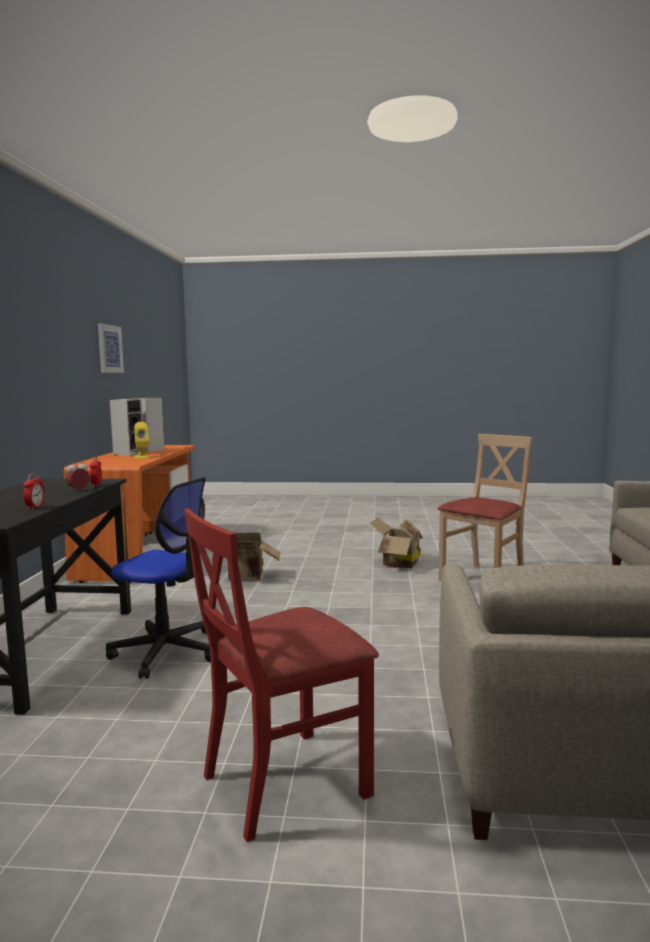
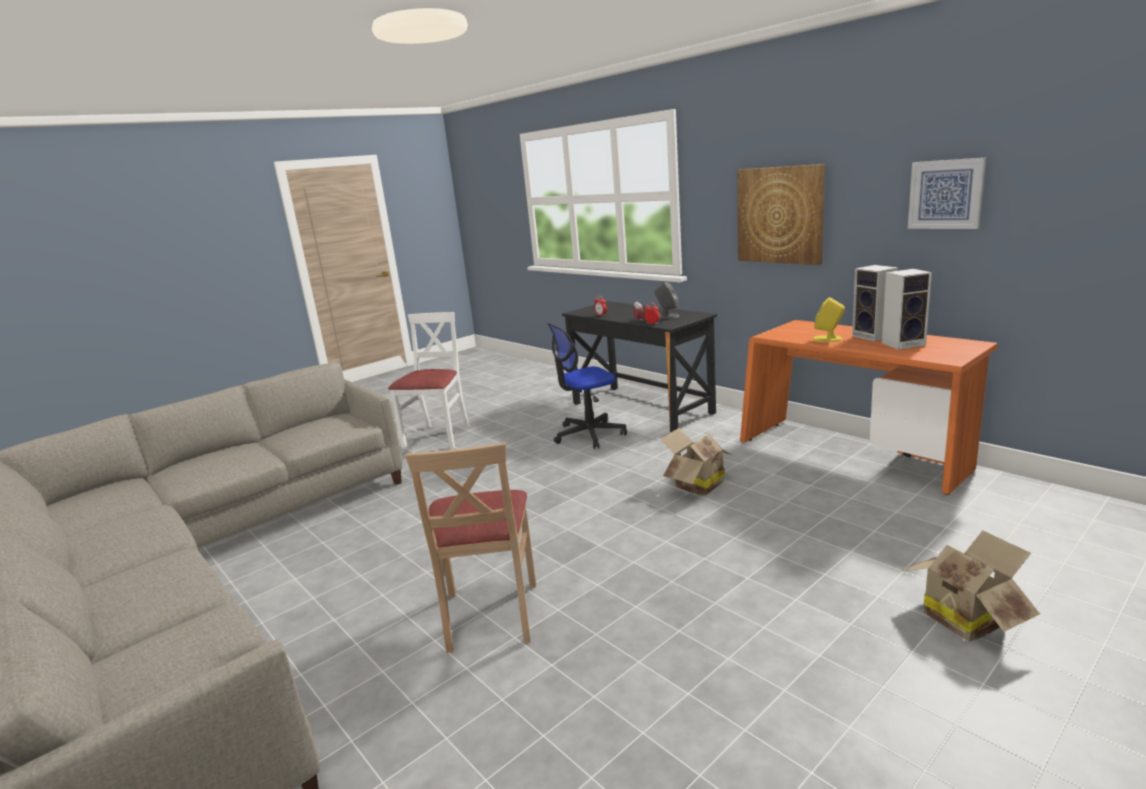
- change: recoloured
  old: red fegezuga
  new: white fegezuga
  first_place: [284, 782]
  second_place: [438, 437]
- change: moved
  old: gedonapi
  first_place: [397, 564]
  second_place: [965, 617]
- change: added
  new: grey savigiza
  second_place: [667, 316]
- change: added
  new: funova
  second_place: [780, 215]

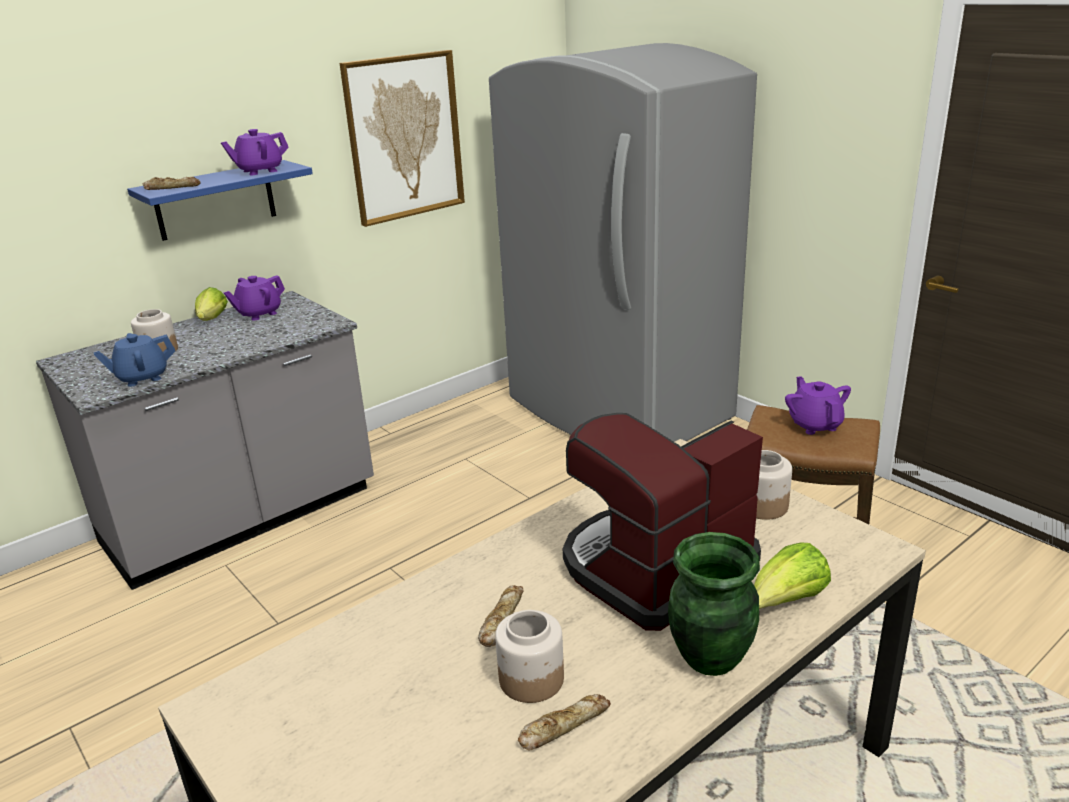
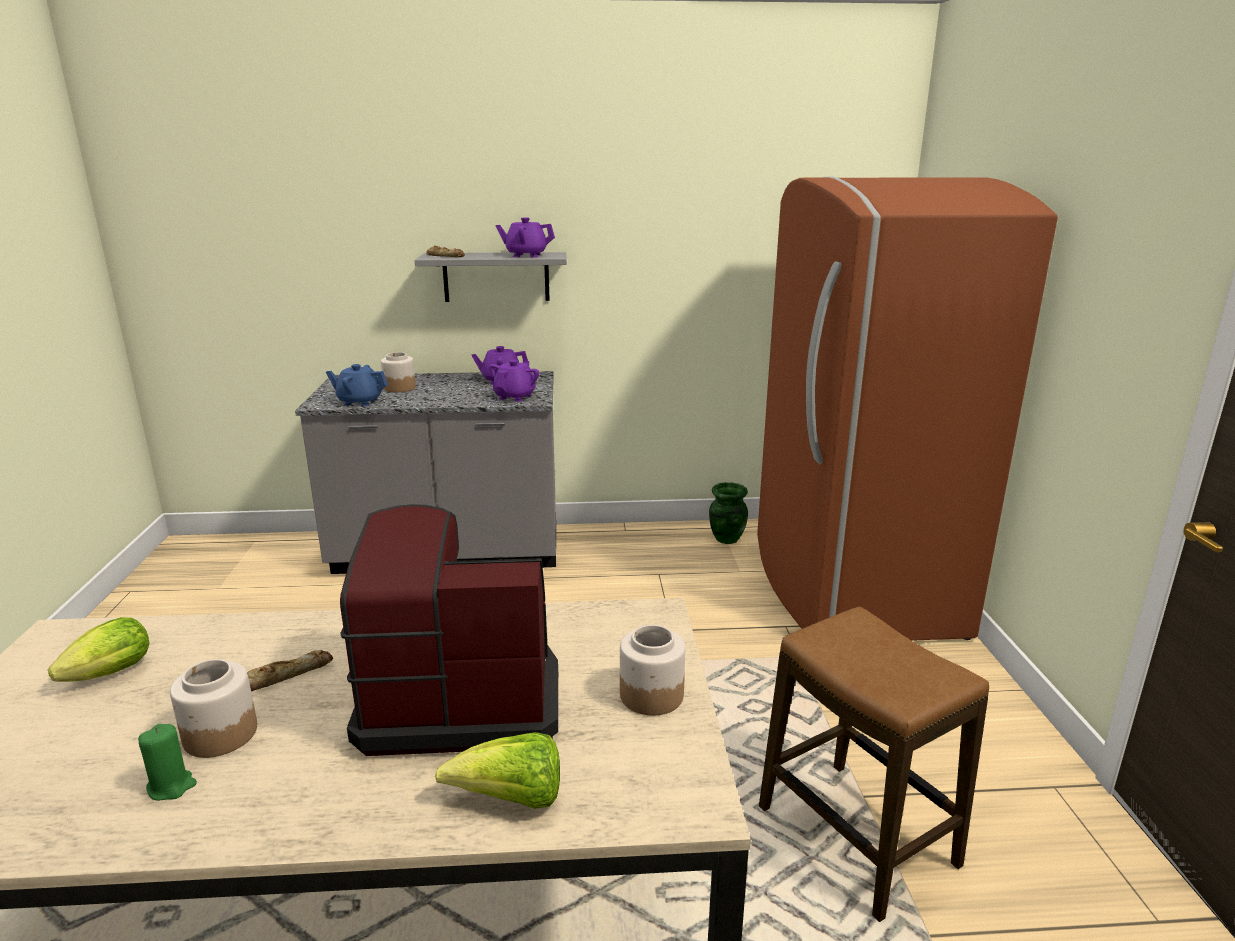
- change: recoloured
  old: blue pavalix
  new: grey pavalix
  first_place: [215, 200]
  second_place: [496, 277]
- change: moved
  old: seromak
  first_place: [211, 320]
  second_place: [105, 676]
- change: removed
  old: funova
  first_place: [404, 137]
- change: recoloured
  old: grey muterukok
  new: brown muterukok
  first_place: [617, 410]
  second_place: [850, 585]
- change: replaced
  old: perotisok
  new: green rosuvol
  first_place: [563, 726]
  second_place: [171, 786]
- change: moved
  old: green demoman
  first_place: [709, 658]
  second_place: [726, 539]
- change: moved
  old: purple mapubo
  first_place: [814, 425]
  second_place: [515, 397]

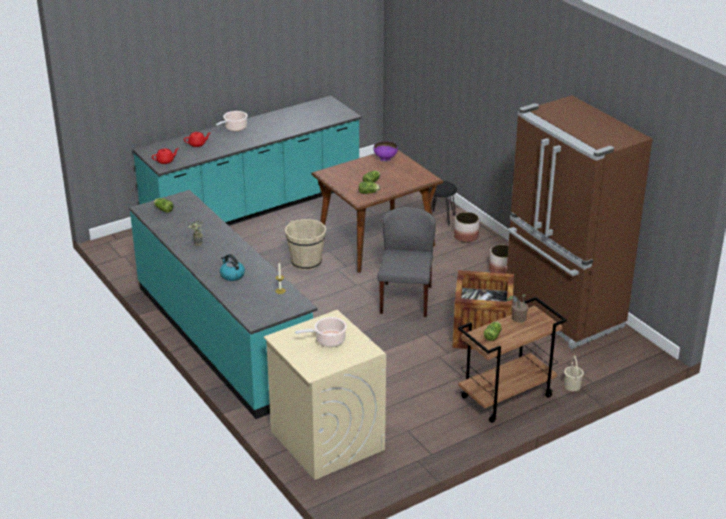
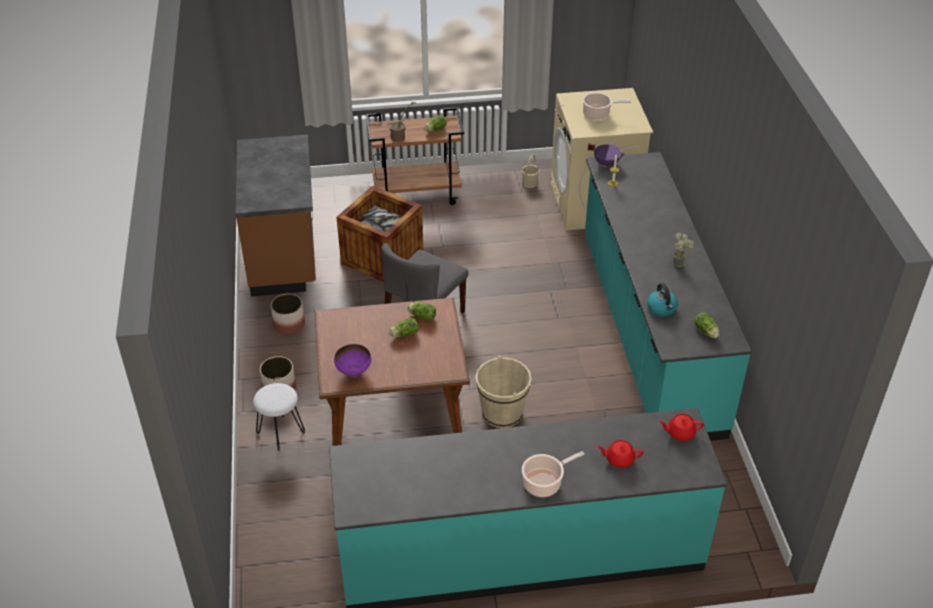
- change: moved
  old: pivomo
  first_place: [232, 275]
  second_place: [662, 308]
- change: recoloured
  old: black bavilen
  new: white bavilen
  first_place: [441, 218]
  second_place: [280, 432]
- change: replaced
  old: brown muterukok
  new: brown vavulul
  first_place: [562, 313]
  second_place: [284, 255]
- change: moved
  old: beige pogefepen
  first_place: [572, 386]
  second_place: [529, 183]
- change: added
  new: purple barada
  second_place: [606, 163]

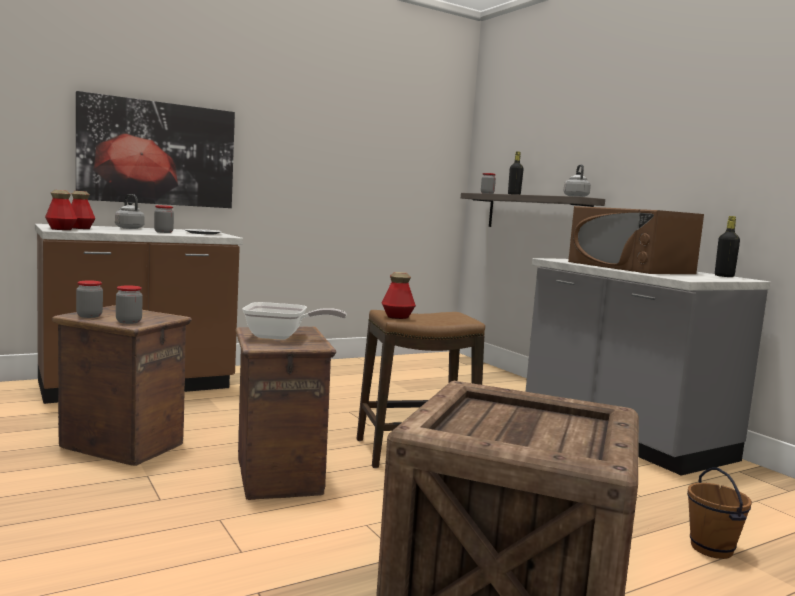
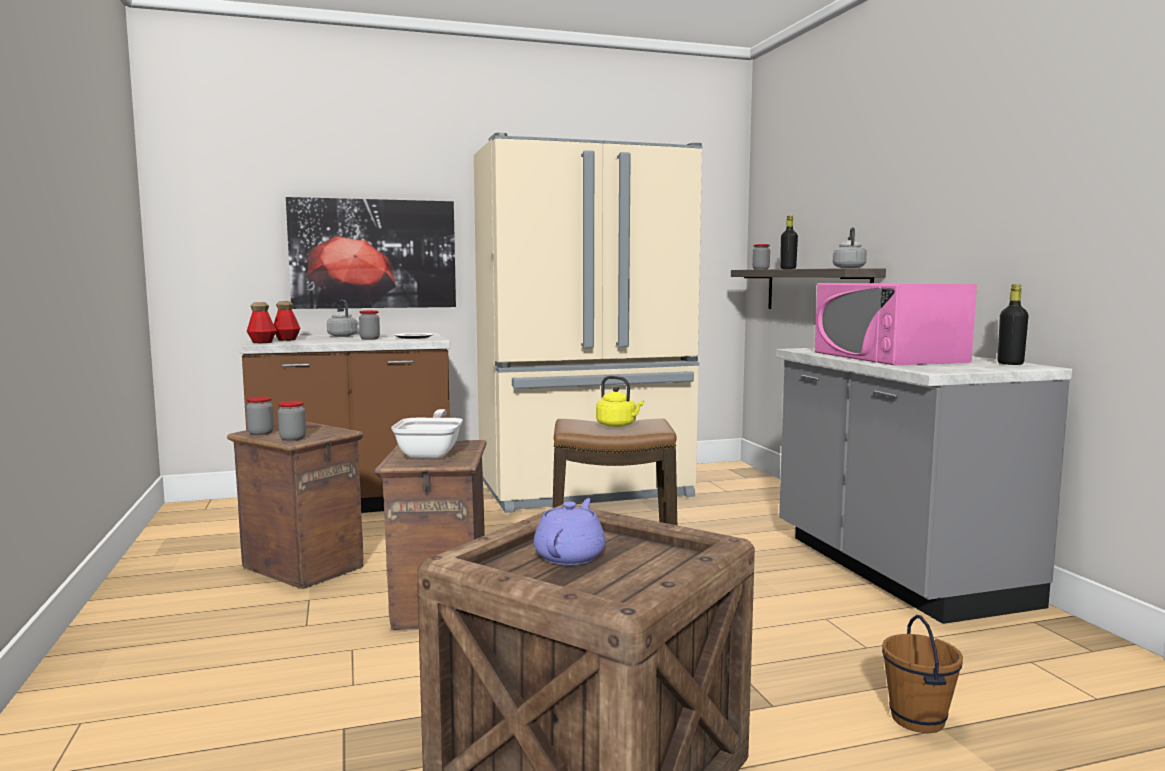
- change: turned
  old: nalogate
  first_place: [281, 337]
  second_place: [431, 453]
  degrees: -105
- change: removed
  old: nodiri
  first_place: [397, 317]
- change: recoloured
  old: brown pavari
  new: pink pavari
  first_place: [629, 267]
  second_place: [888, 357]
- change: added
  new: beige muterukok
  second_place: [586, 490]
- change: added
  new: purple mapubo
  second_place: [570, 556]
- change: added
  new: yellow pivomo
  second_place: [618, 425]

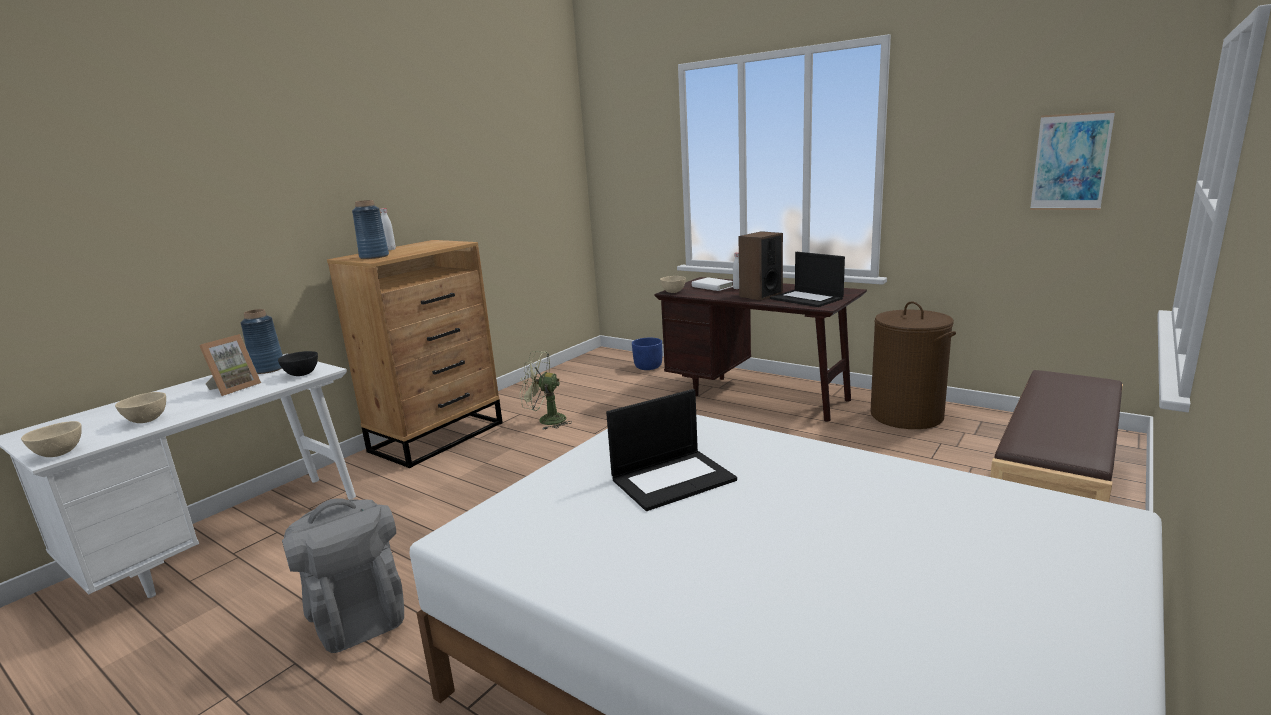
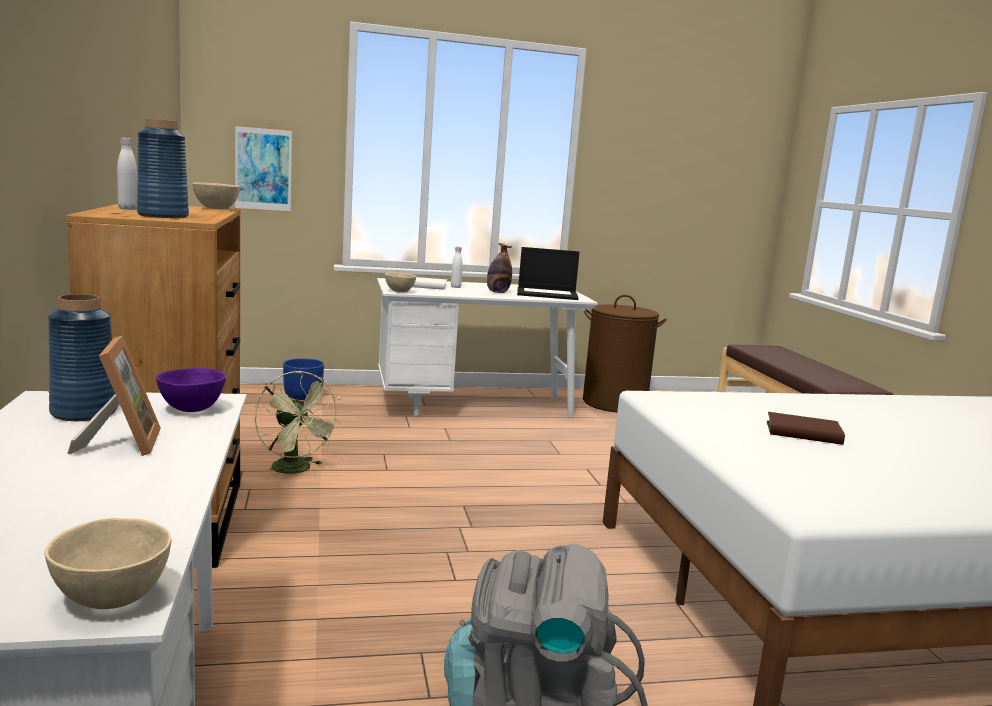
- change: moved
  old: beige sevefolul
  first_place: [147, 420]
  second_place: [216, 208]
- change: recoloured
  old: black sevefolul
  new: purple sevefolul
  first_place: [301, 374]
  second_place: [190, 409]
- change: turned
  old: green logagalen
  first_place: [546, 420]
  second_place: [296, 470]
  degrees: -90
- change: replaced
  old: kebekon
  new: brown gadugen
  first_place: [673, 479]
  second_place: [803, 433]
- change: recoloured
  old: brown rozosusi
  new: white rozosusi
  first_place: [758, 395]
  second_place: [475, 406]
- change: replaced
  old: savigiza
  new: nodiri
  first_place: [760, 295]
  second_place: [497, 292]
- change: moved
  old: funova
  first_place: [1070, 162]
  second_place: [263, 169]

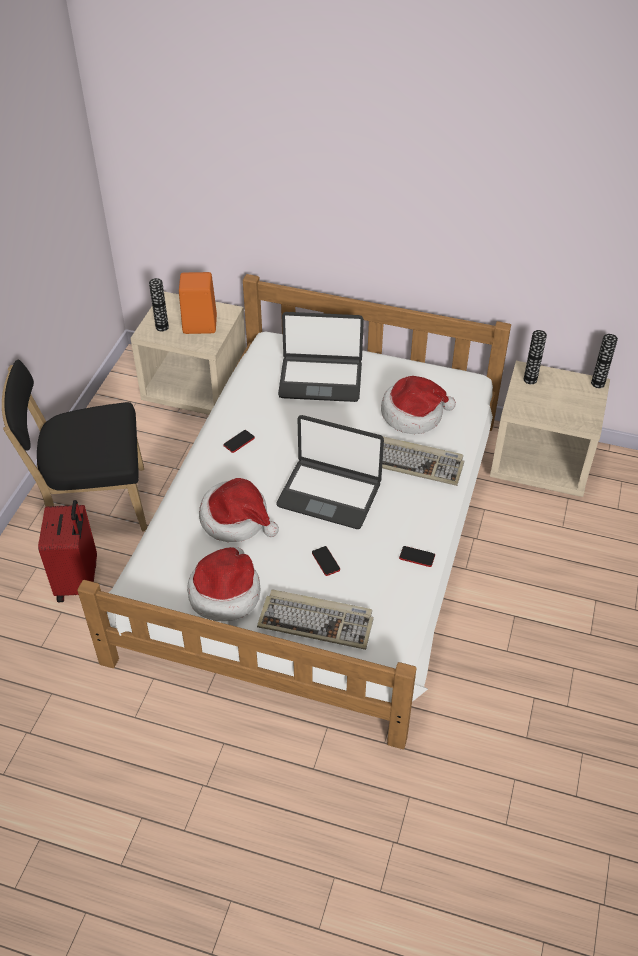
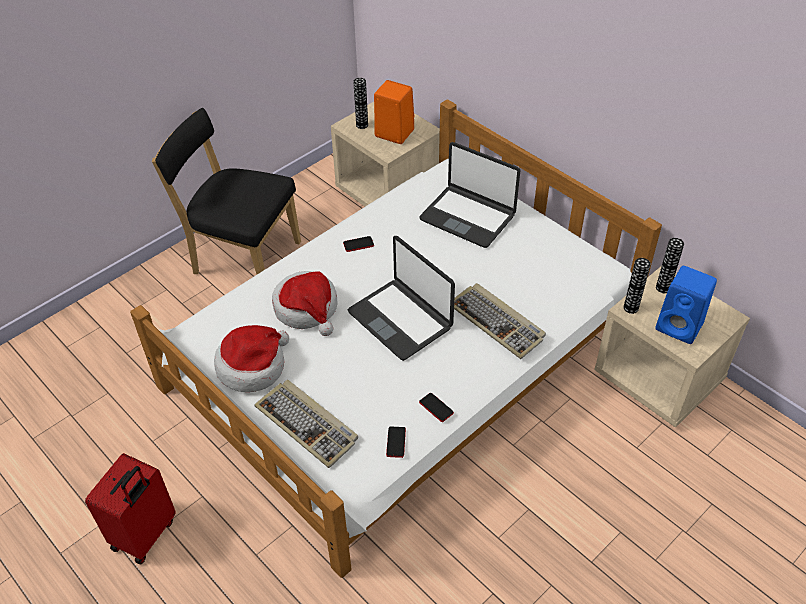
- change: moved
  old: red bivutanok
  first_place: [79, 581]
  second_place: [145, 535]
- change: moved
  old: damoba
  first_place: [325, 561]
  second_place: [396, 442]
- change: removed
  old: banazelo
  first_place: [413, 414]
- change: moved
  old: demoman
  first_place: [598, 383]
  second_place: [631, 308]
- change: added
  new: blue savigiza
  second_place: [680, 327]

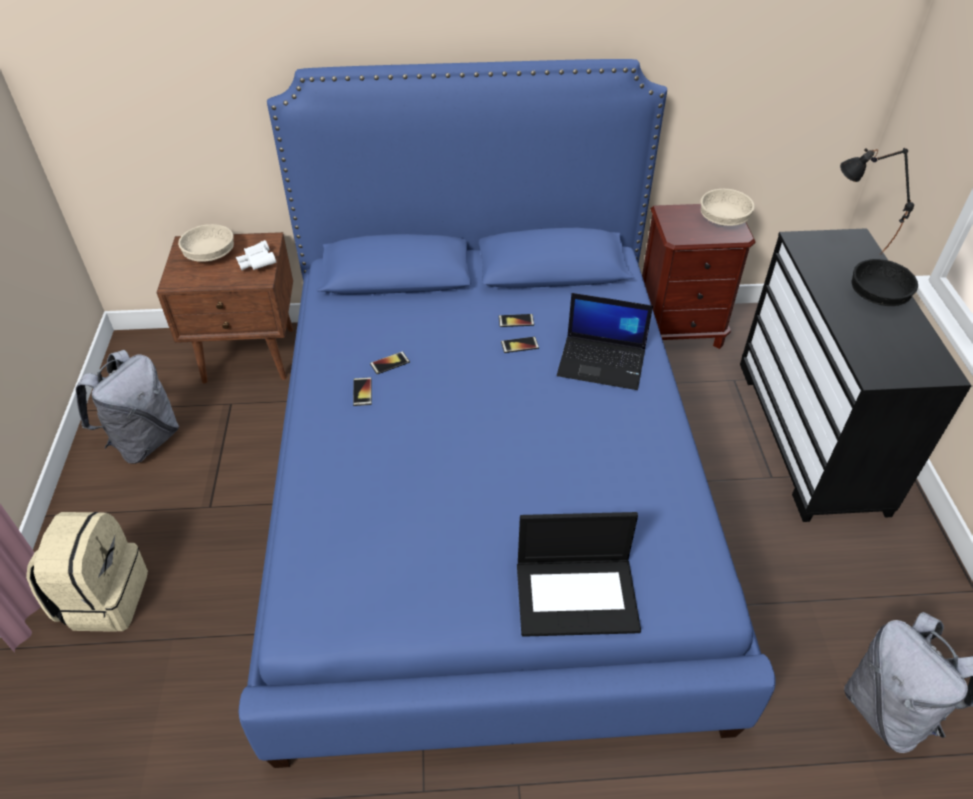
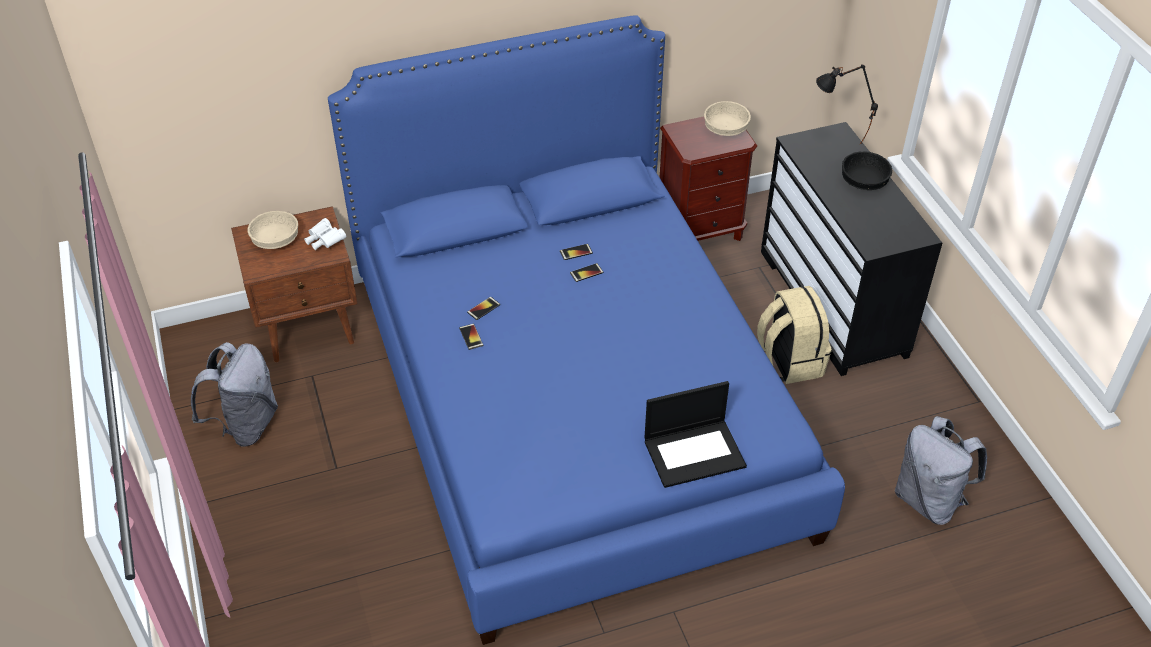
- change: moved
  old: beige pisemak
  first_place: [104, 598]
  second_place: [789, 361]
- change: removed
  old: kebekon
  first_place: [602, 362]

